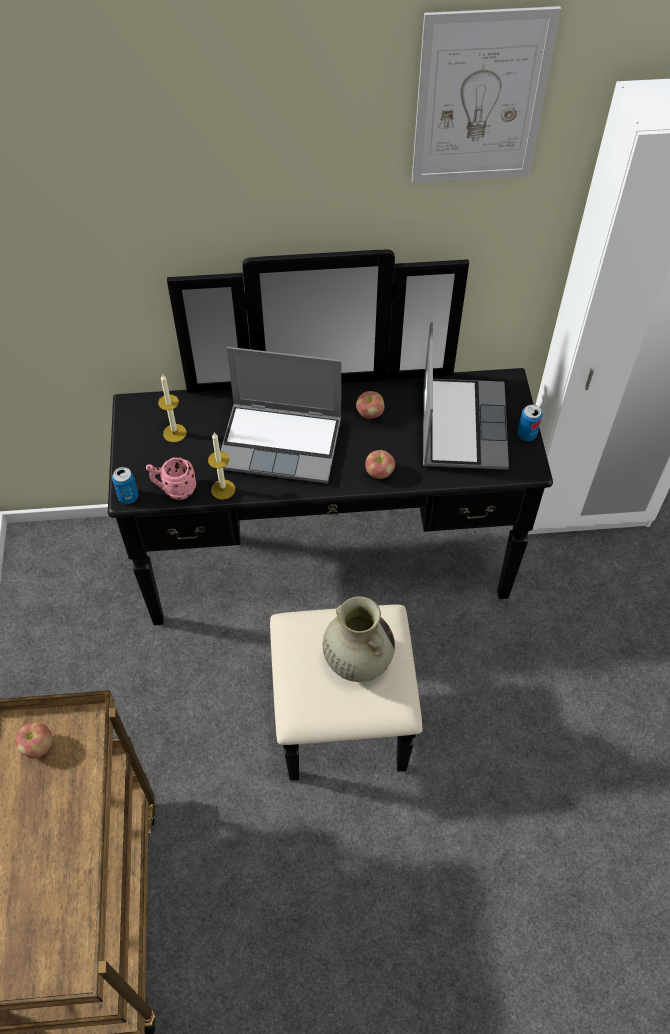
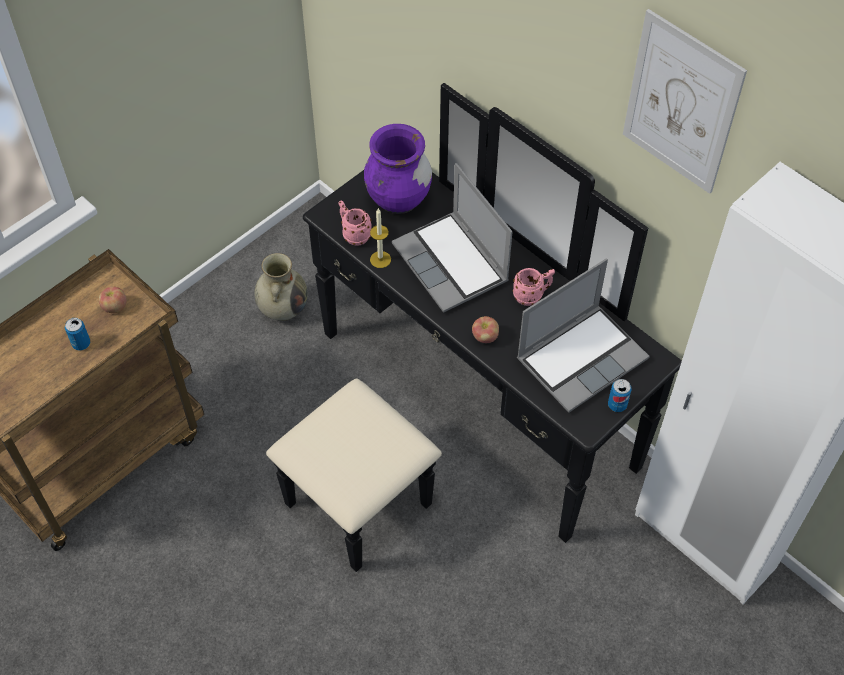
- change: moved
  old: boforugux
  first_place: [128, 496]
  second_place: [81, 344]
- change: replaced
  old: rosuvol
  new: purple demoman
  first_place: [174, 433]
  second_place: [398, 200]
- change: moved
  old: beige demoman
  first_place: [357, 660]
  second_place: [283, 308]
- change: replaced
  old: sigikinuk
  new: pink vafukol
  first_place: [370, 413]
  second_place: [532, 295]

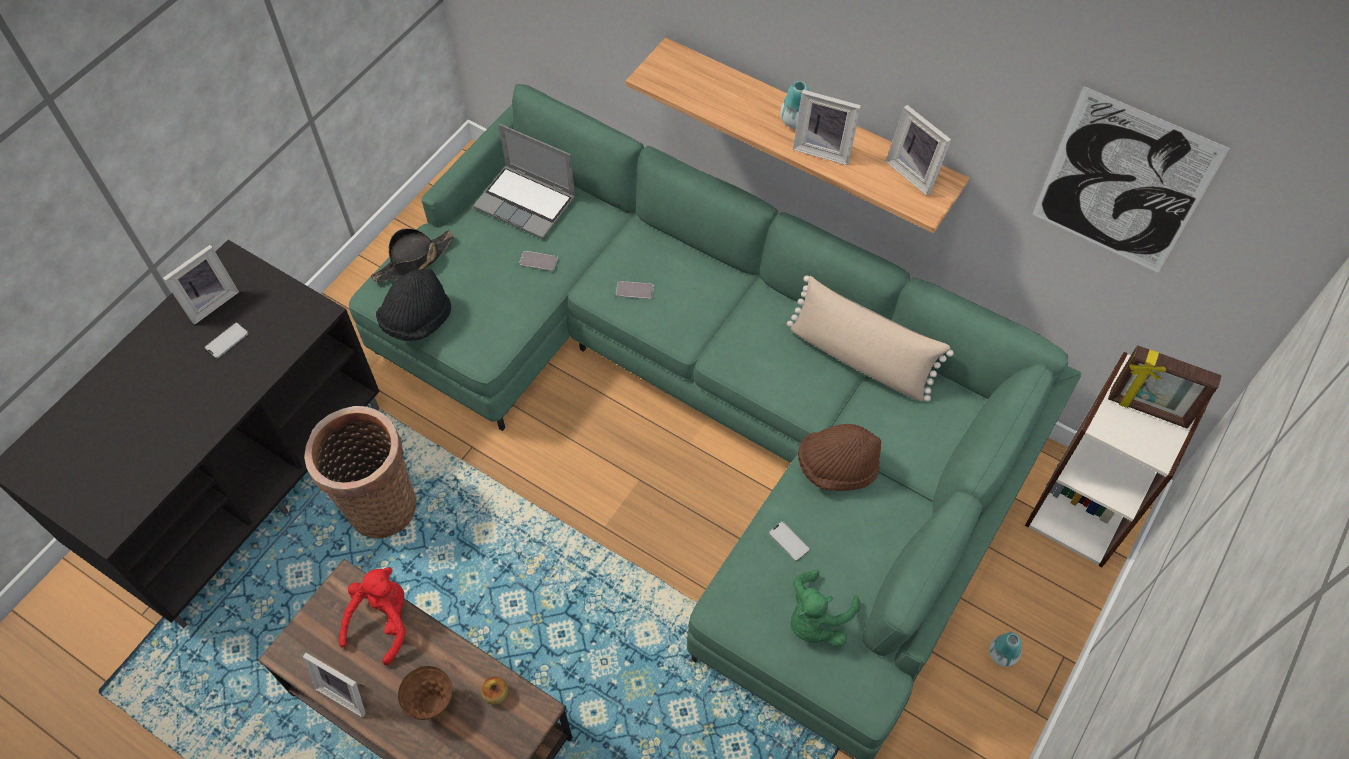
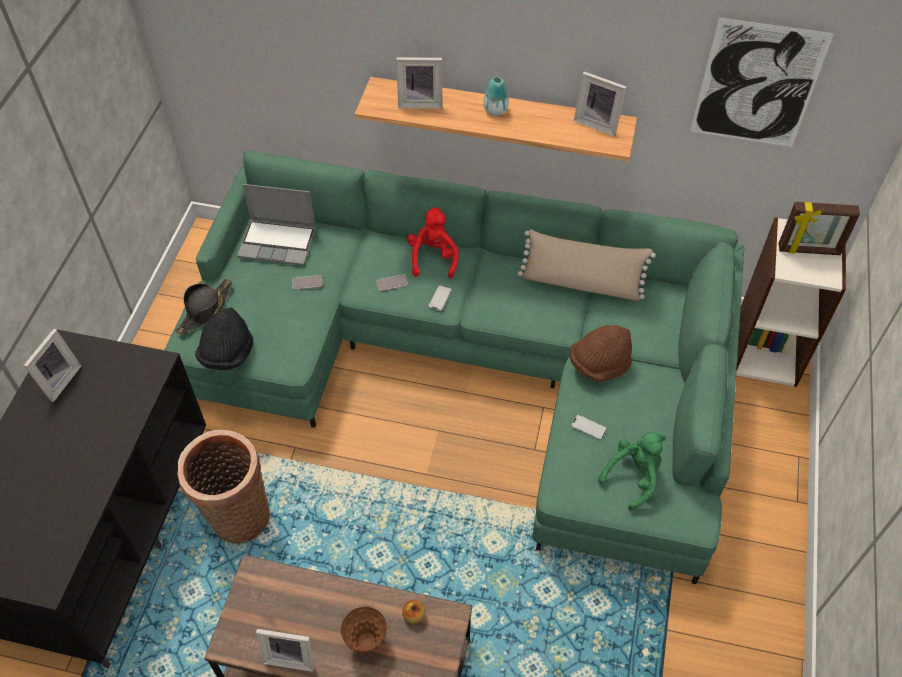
- change: moved
  old: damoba
  first_place: [227, 341]
  second_place: [440, 298]
- change: moved
  old: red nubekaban
  first_place: [382, 620]
  second_place: [433, 258]
- change: turned
  old: green nubekaban
  first_place: [816, 620]
  second_place: [633, 477]
  degrees: -150
- change: moved
  old: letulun
  first_place: [823, 148]
  second_place: [420, 102]
- change: removed
  old: demoman
  first_place: [1002, 654]

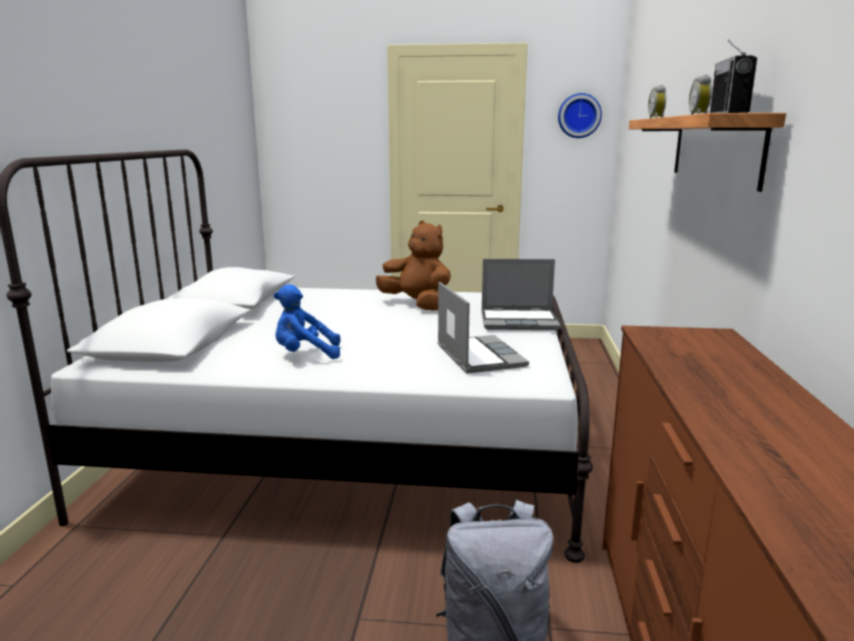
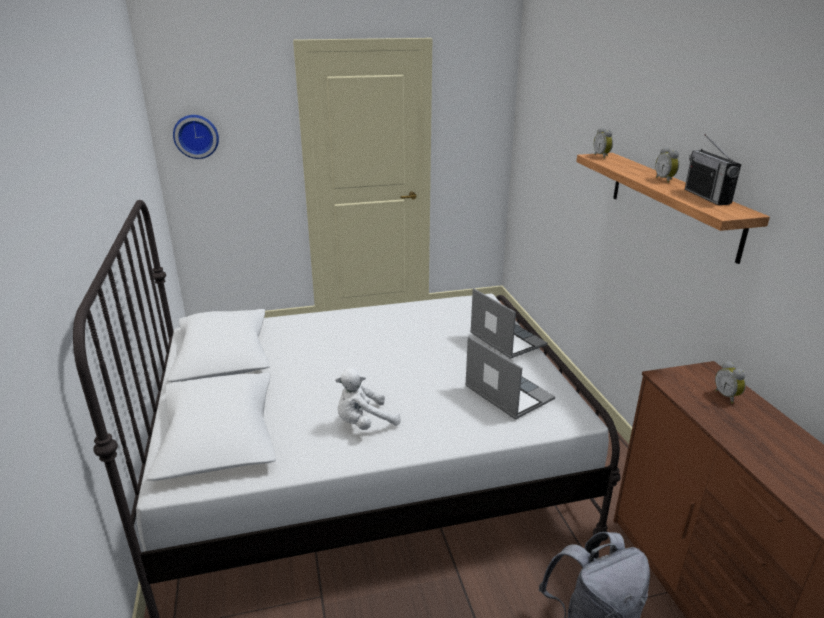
- change: recoloured
  old: blue nubekaban
  new: white nubekaban
  first_place: [305, 355]
  second_place: [364, 423]
- change: removed
  old: brown nubekaban
  first_place: [417, 305]
- change: turned
  old: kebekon
  first_place: [520, 321]
  second_place: [505, 339]
  degrees: -105
- change: moved
  old: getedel
  first_place: [579, 115]
  second_place: [196, 136]
- change: added
  new: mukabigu
  second_place: [727, 396]

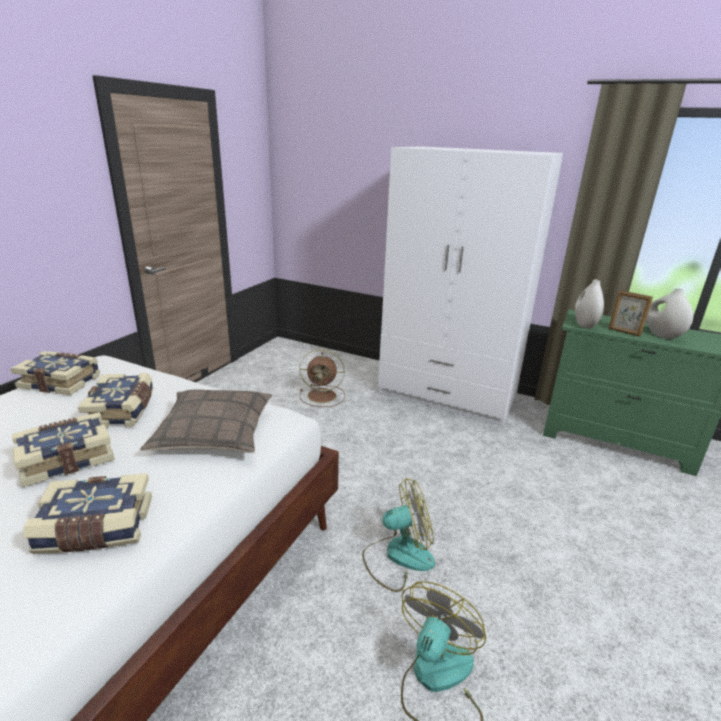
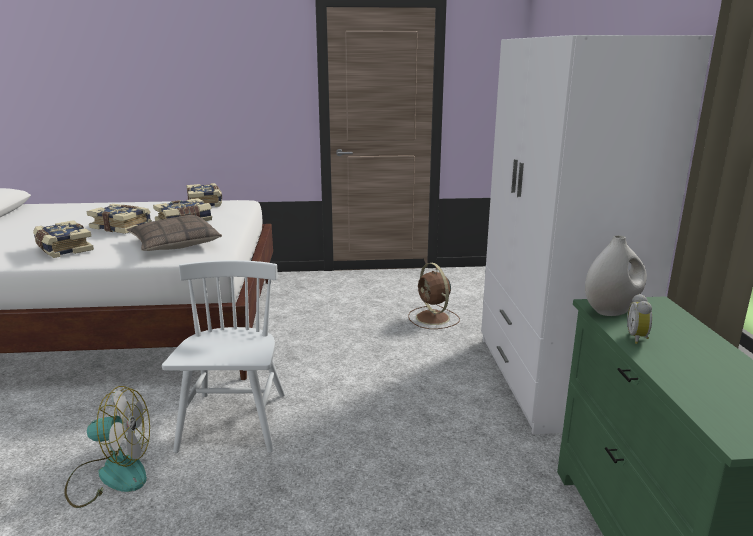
- change: replaced
  old: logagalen
  new: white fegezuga
  first_place: [398, 556]
  second_place: [234, 422]
- change: replaced
  old: letulun
  new: mukabigu
  first_place: [624, 332]
  second_place: [638, 338]
- change: removed
  old: white demoman
  first_place: [661, 335]

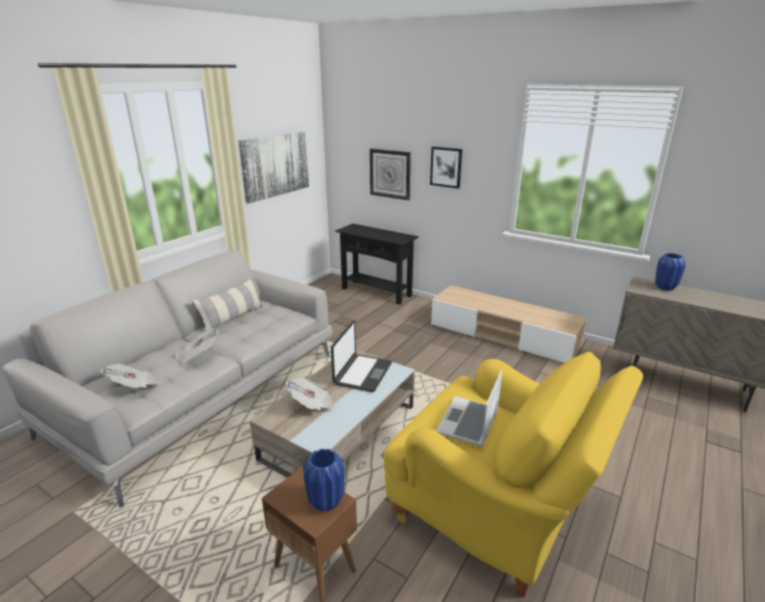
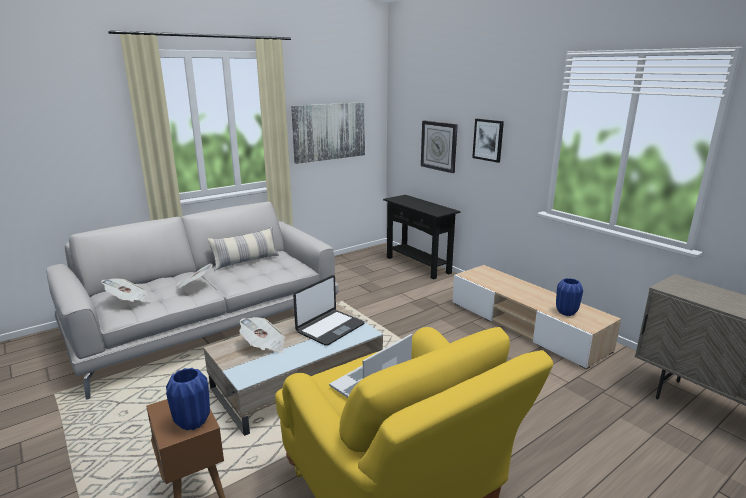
- change: moved
  old: blue demoman
  first_place: [665, 287]
  second_place: [566, 312]

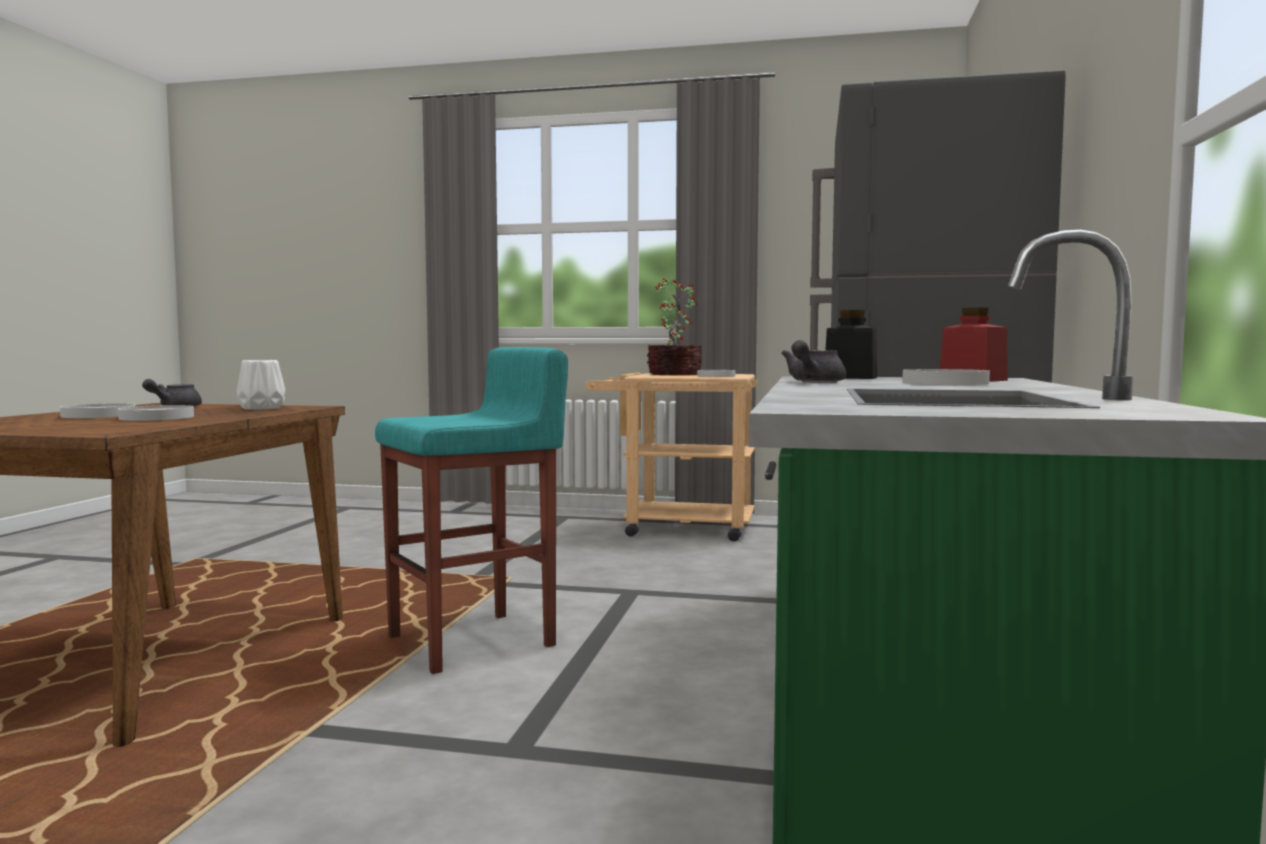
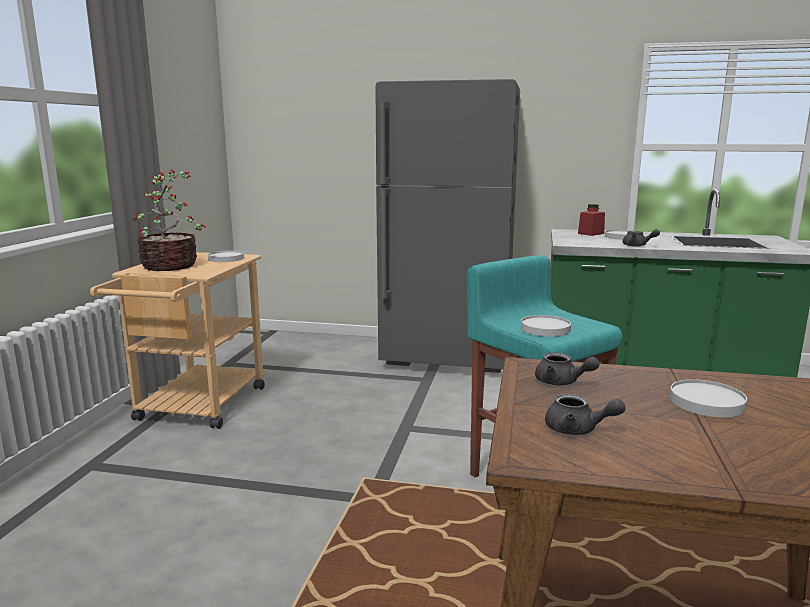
- change: moved
  old: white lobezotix
  first_place: [99, 415]
  second_place: [545, 329]
- change: replaced
  old: white demoman
  new: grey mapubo
  first_place: [261, 408]
  second_place: [561, 382]
- change: removed
  old: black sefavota
  first_place: [850, 377]

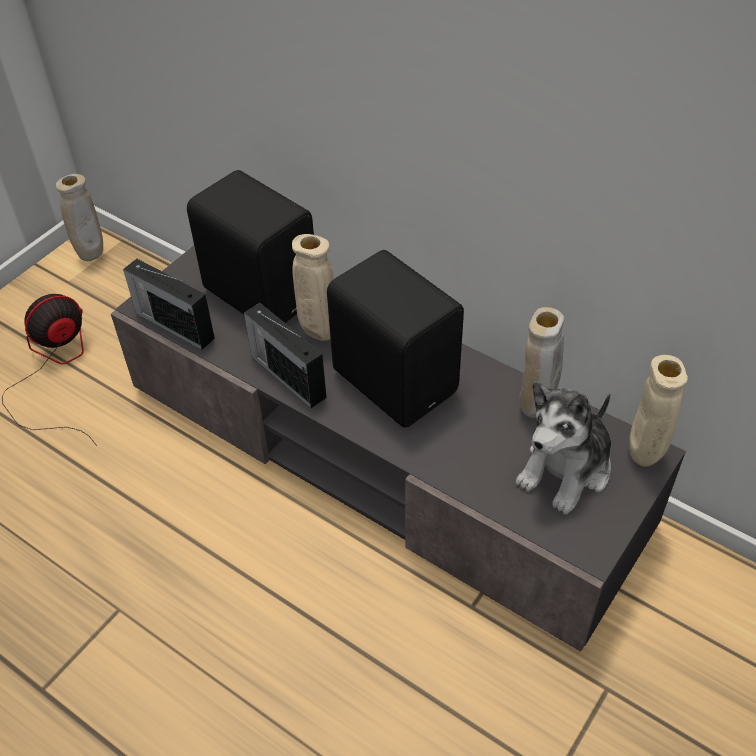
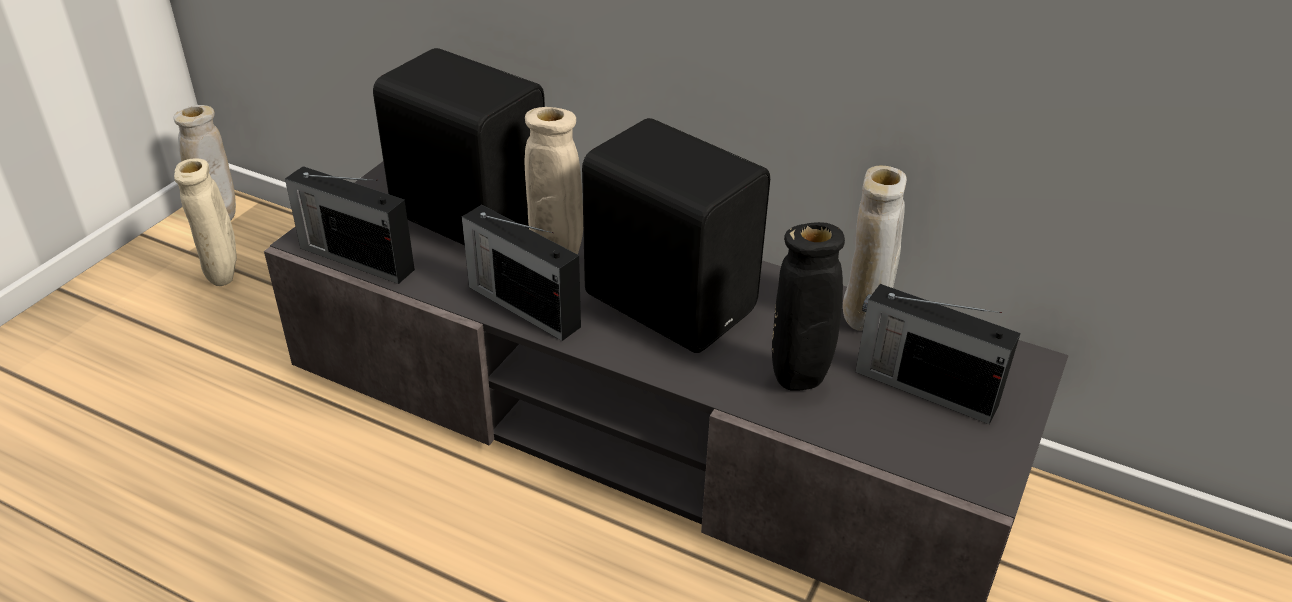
- change: removed
  old: logagalen
  first_place: [55, 371]
- change: replaced
  old: nubekaban
  new: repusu
  first_place: [566, 469]
  second_place: [923, 387]
- change: moved
  old: beige demoman
  first_place: [644, 456]
  second_place: [225, 279]
- change: added
  new: black demoman
  second_place: [798, 384]

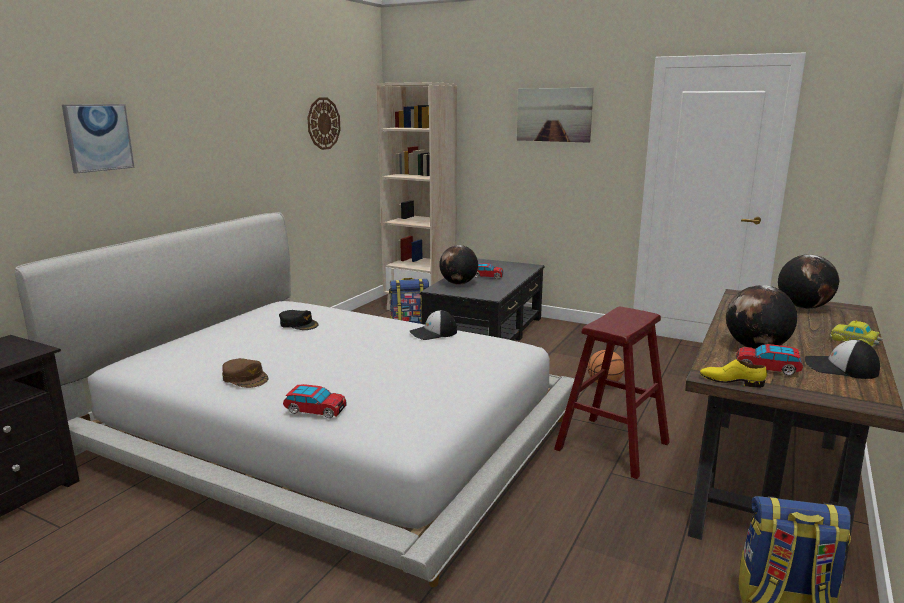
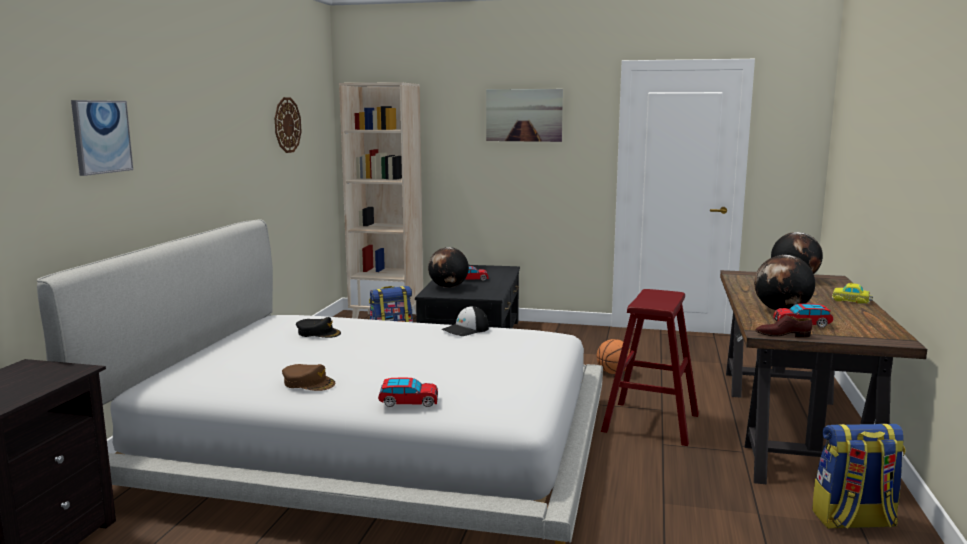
- change: recoloured
  old: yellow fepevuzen
  new: brown fepevuzen
  first_place: [731, 381]
  second_place: [782, 335]
- change: removed
  old: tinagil
  first_place: [840, 368]

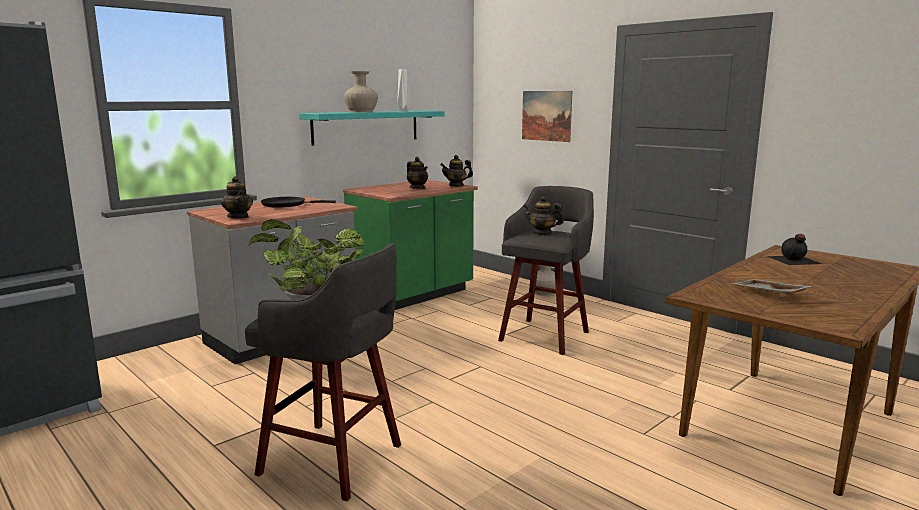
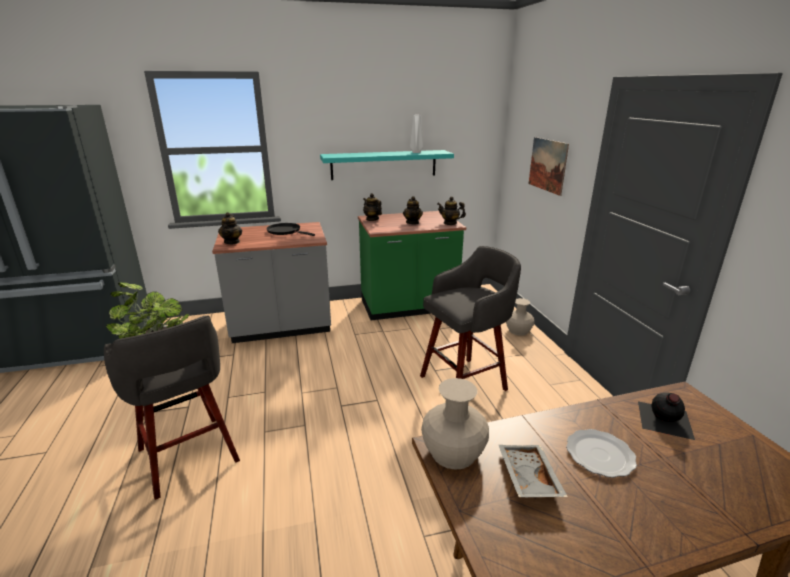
- change: moved
  old: beige demoman
  first_place: [361, 112]
  second_place: [453, 452]
- change: moved
  old: mapubo
  first_place: [542, 233]
  second_place: [372, 219]
- change: added
  new: lobezotix
  second_place: [599, 454]

